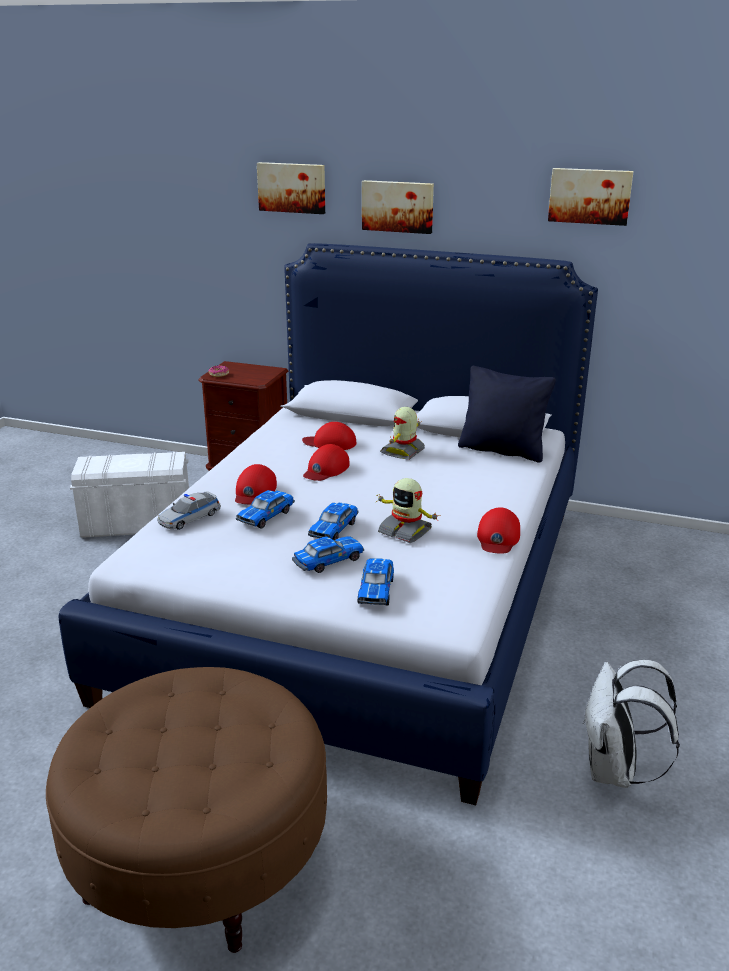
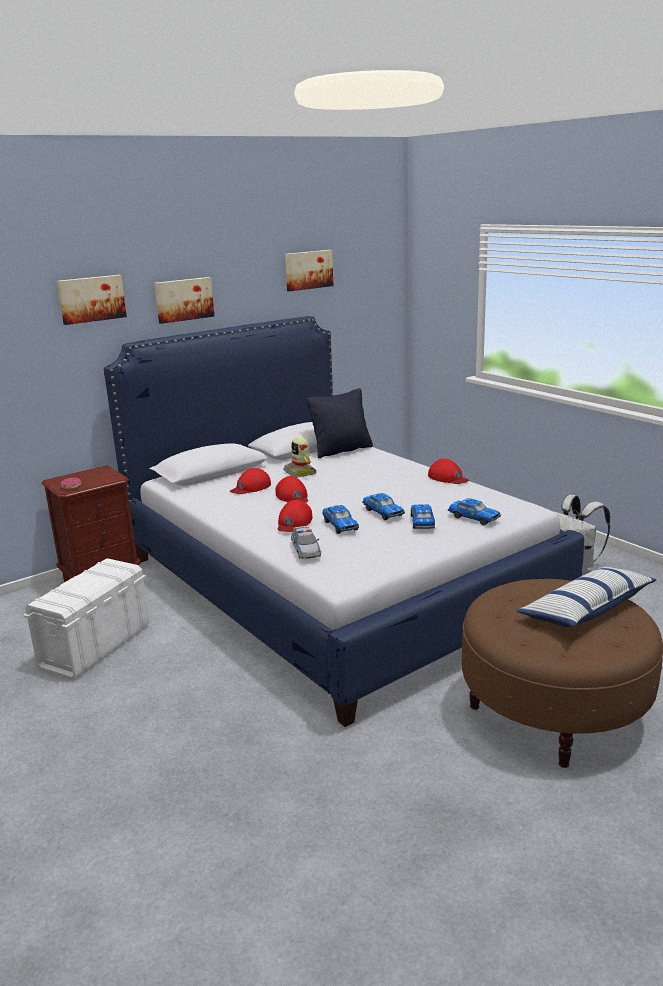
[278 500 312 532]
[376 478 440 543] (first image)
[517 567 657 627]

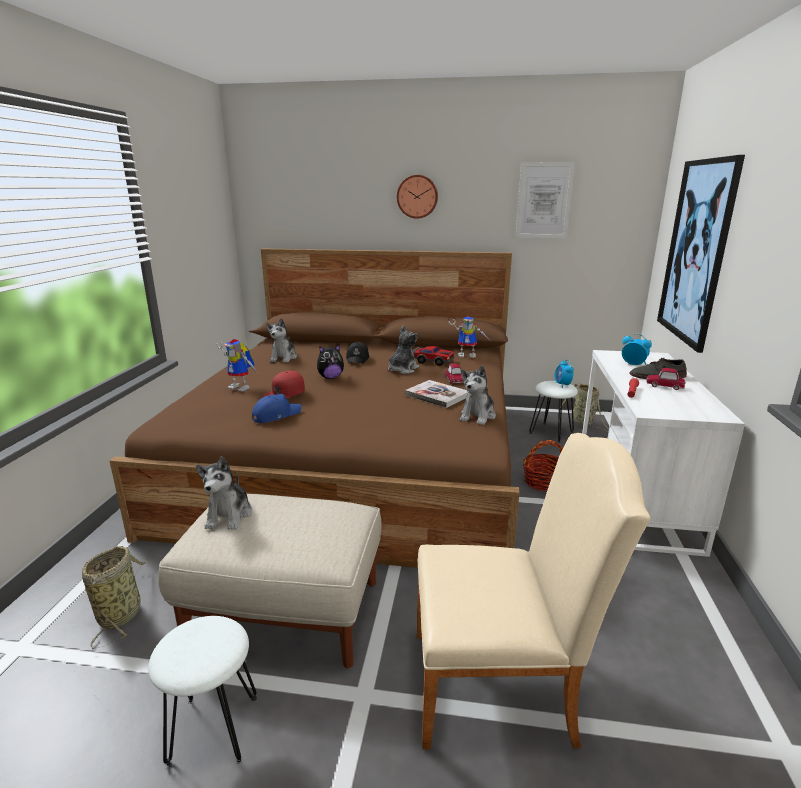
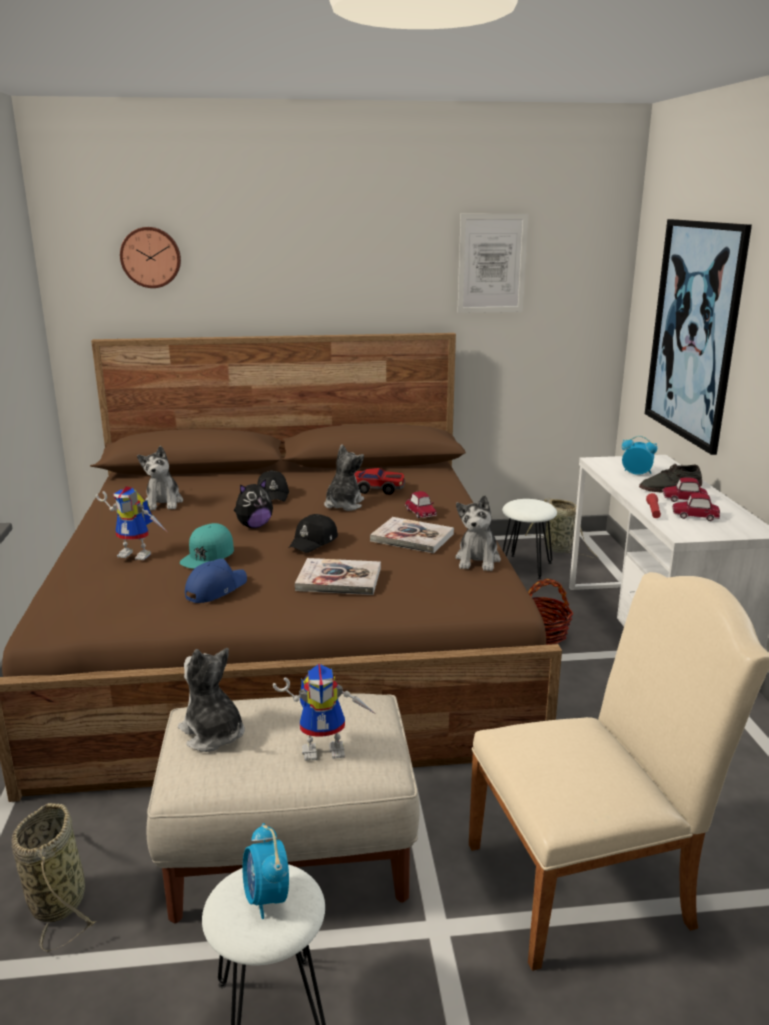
[178 648 245 752]
[180 523 234 569]
[120 227 181 288]
[273 664 376 761]
[243 823 289 919]
[289 514 338 553]
[295 558 381 595]
[672 493 720 521]

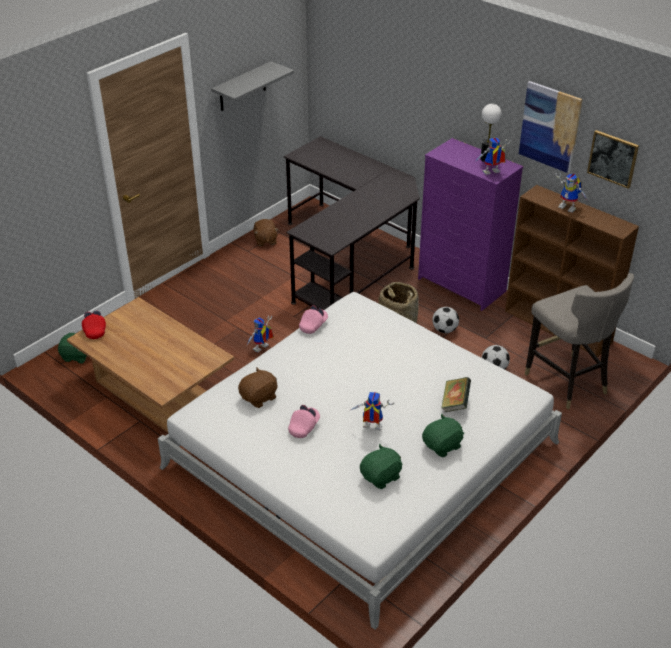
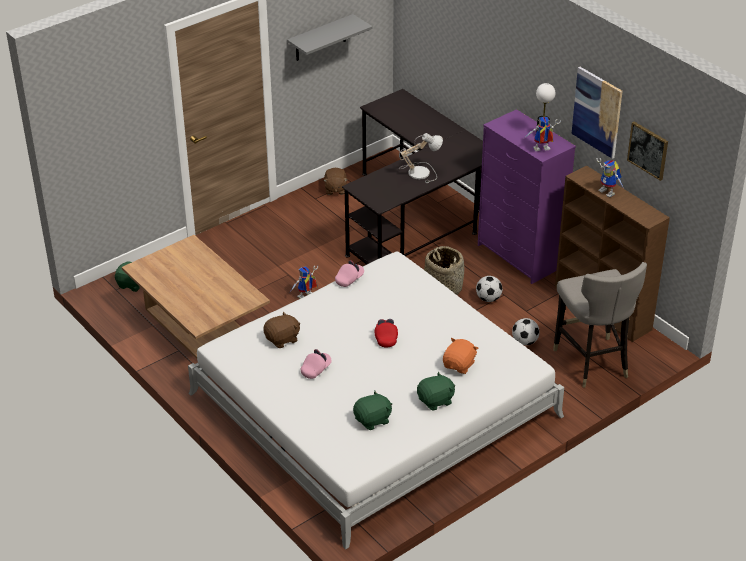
[375 319 398 348]
[351 392 394 430] (first image)
[443 338 478 374]
[399 133 443 183]

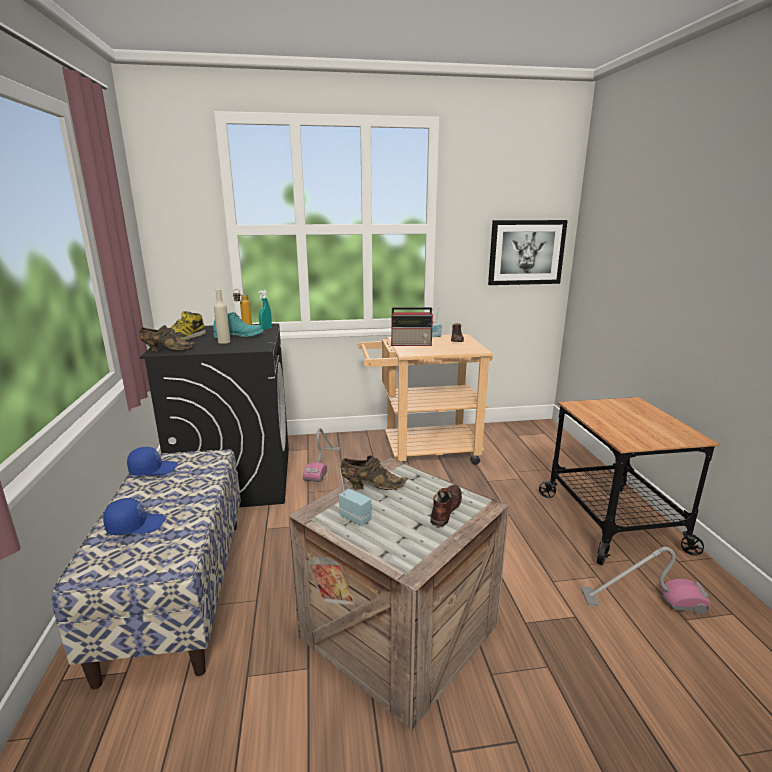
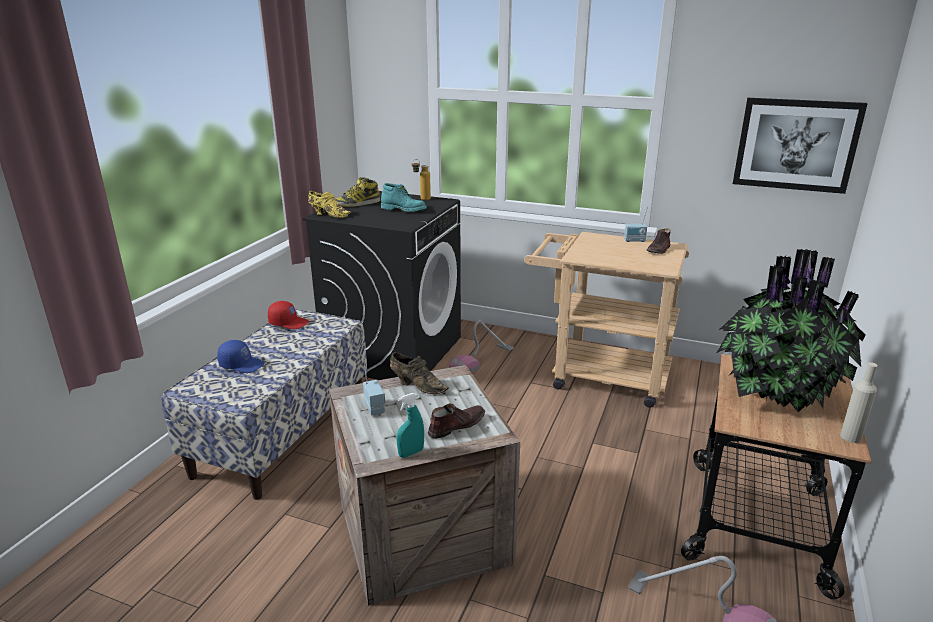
[268 301 309 329]
[308 191 351 218]
[840 362 878 443]
[397 393 424 458]
[391 307 434 346] (first image)
[717 249 866 413]

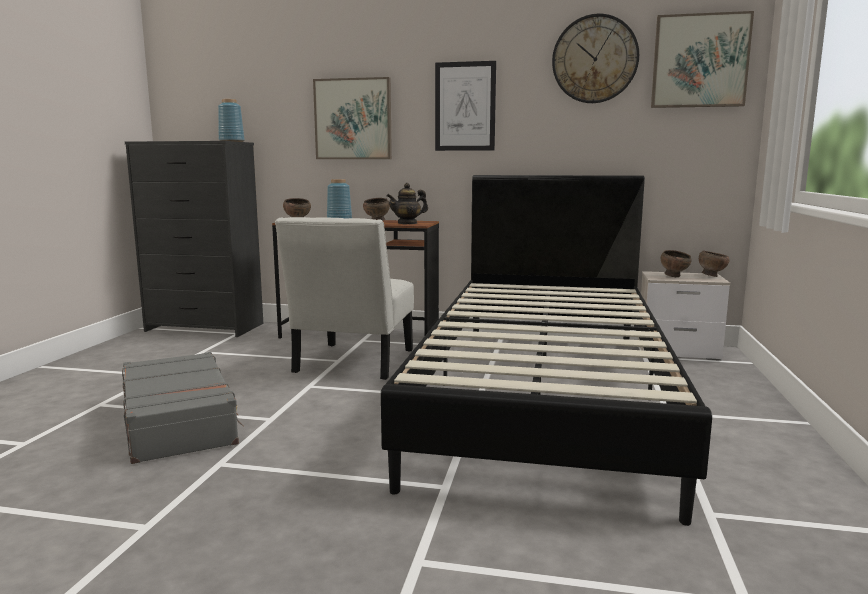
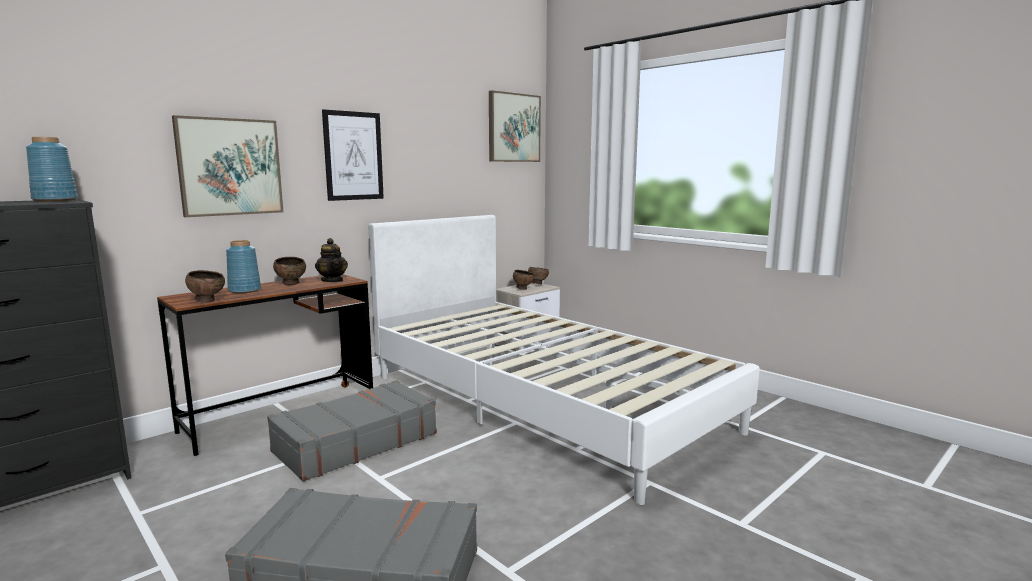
[267 380 437 482]
[368 215 760 505]
[315 238 348 282]
[552 14 639 103] (first image)

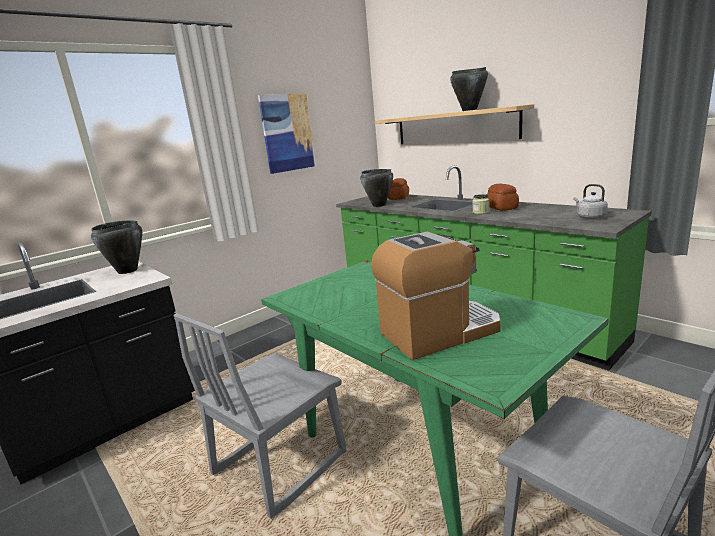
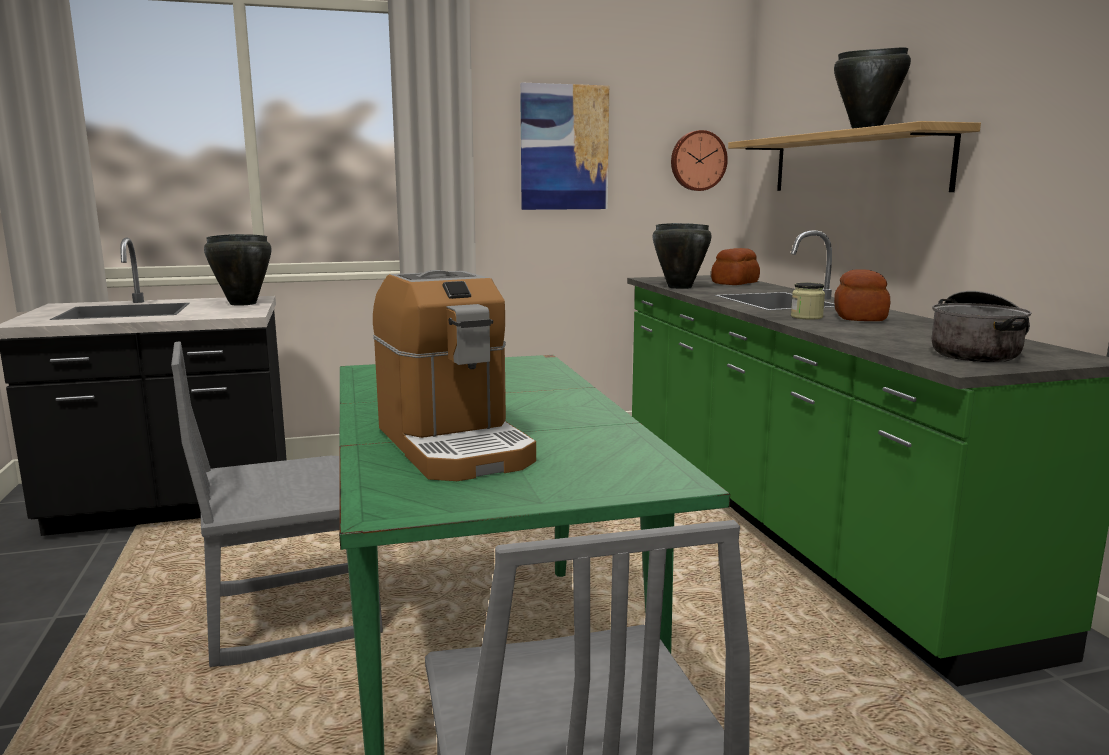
[373 270 536 481]
[932 291 1032 362]
[671 130 728 191]

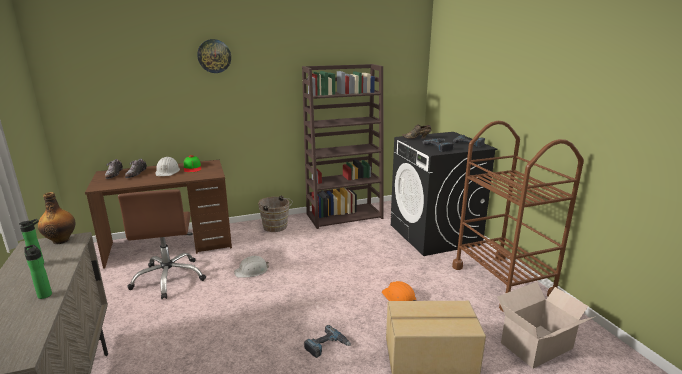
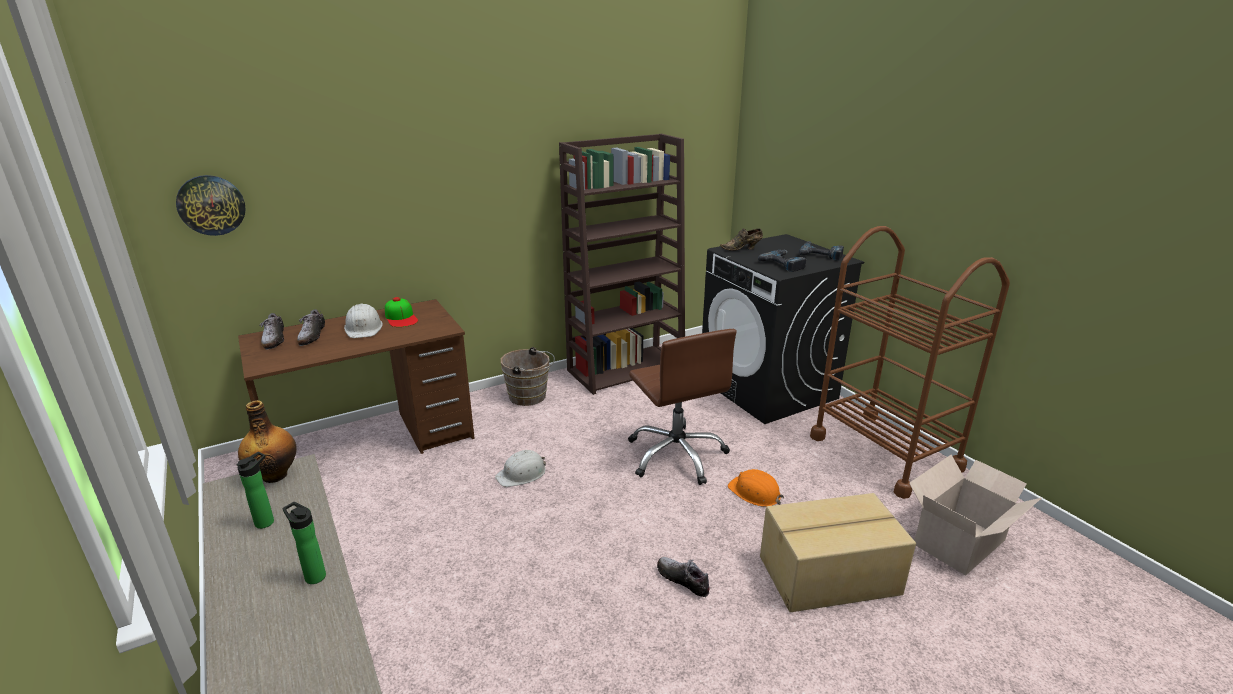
[628 329 737 485]
[176 175 246 236]
[657 557 709 598]

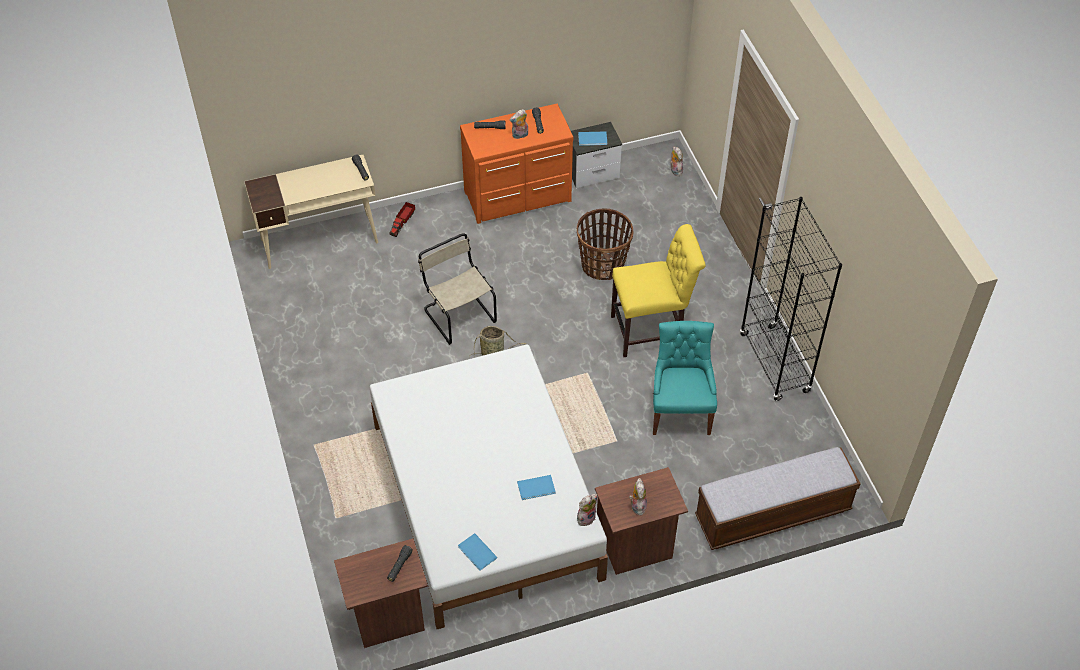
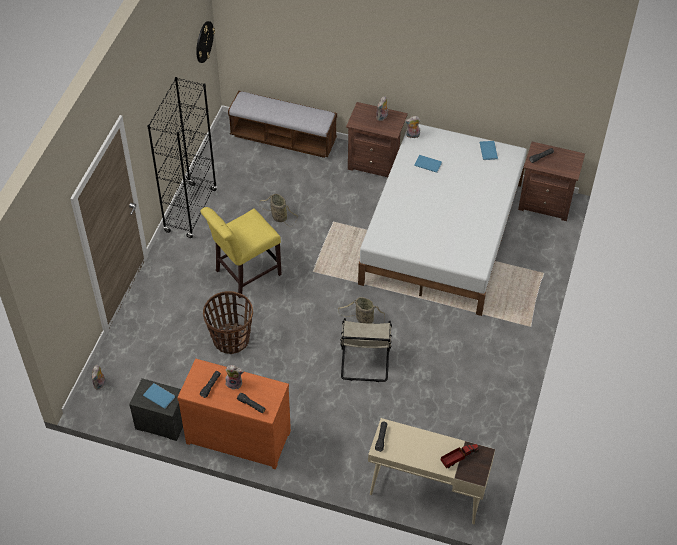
[441 443 479 468]
[200 207 282 298]
[259 194 298 226]
[196 21 215 63]

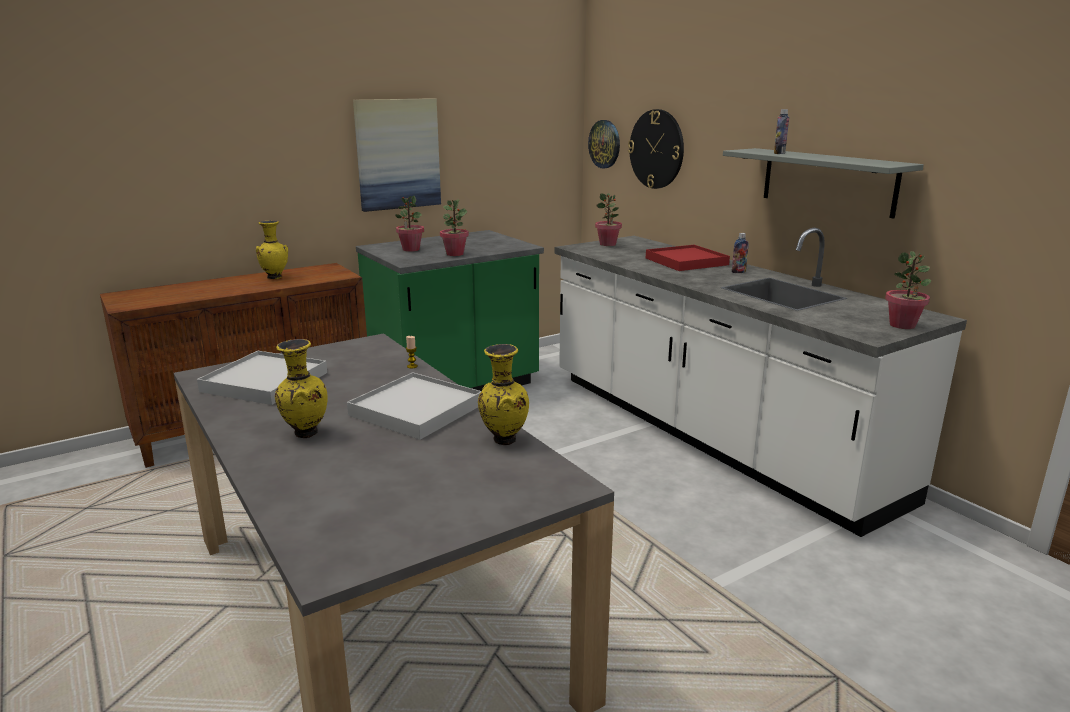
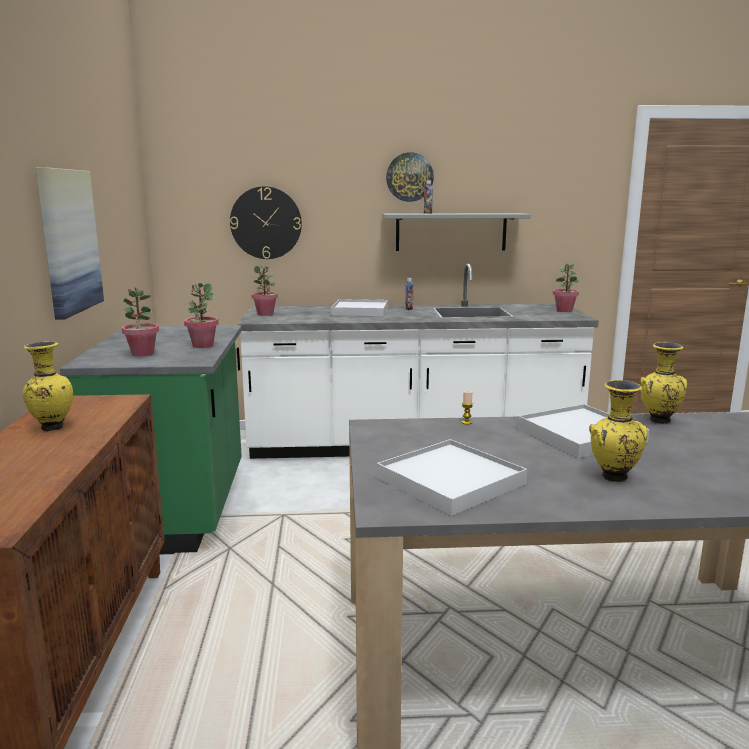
[386 152 434 202]
[331 299 388 316]

